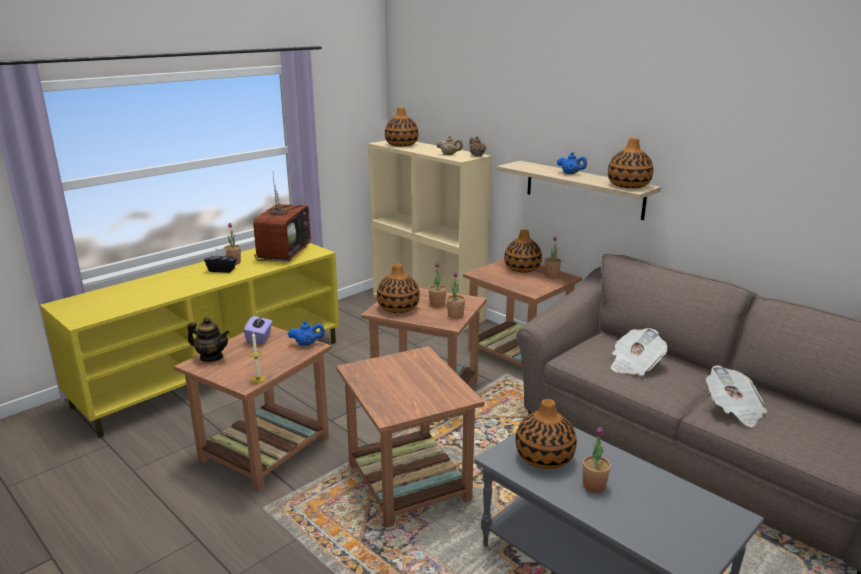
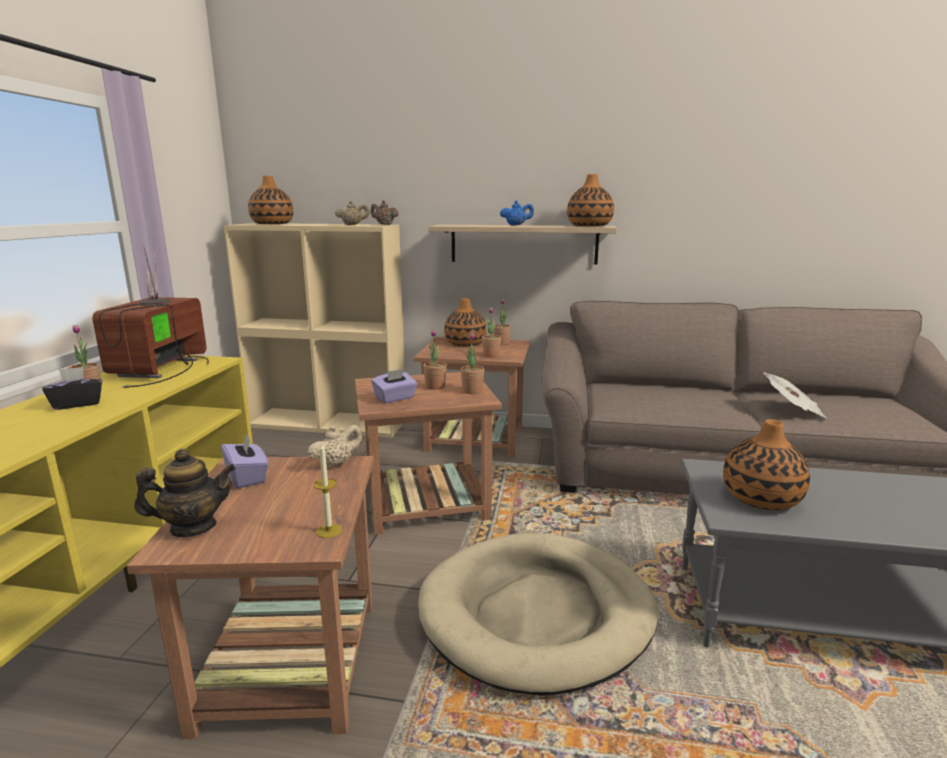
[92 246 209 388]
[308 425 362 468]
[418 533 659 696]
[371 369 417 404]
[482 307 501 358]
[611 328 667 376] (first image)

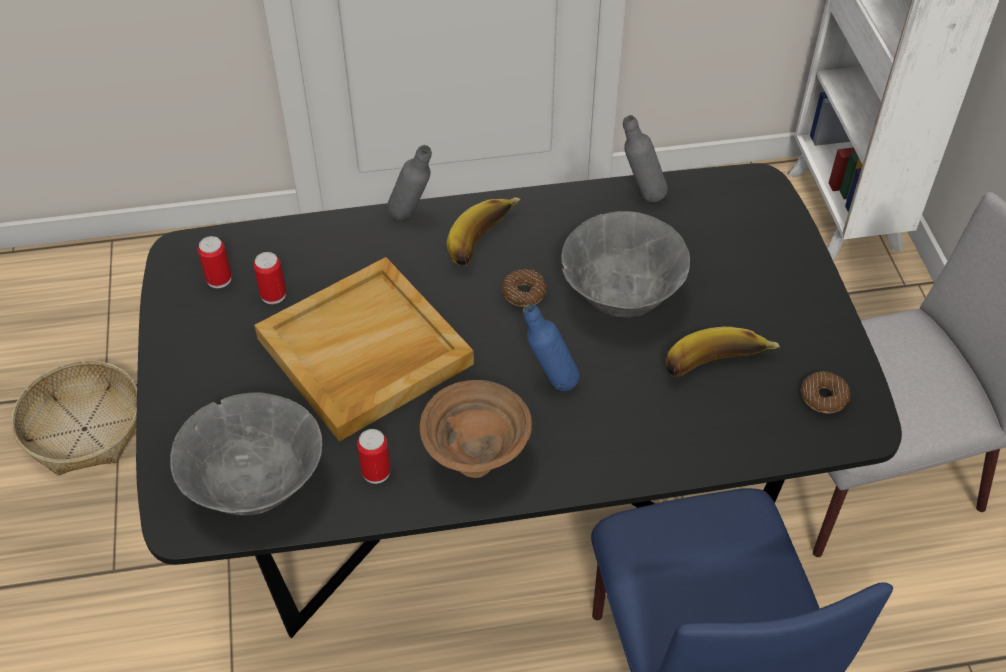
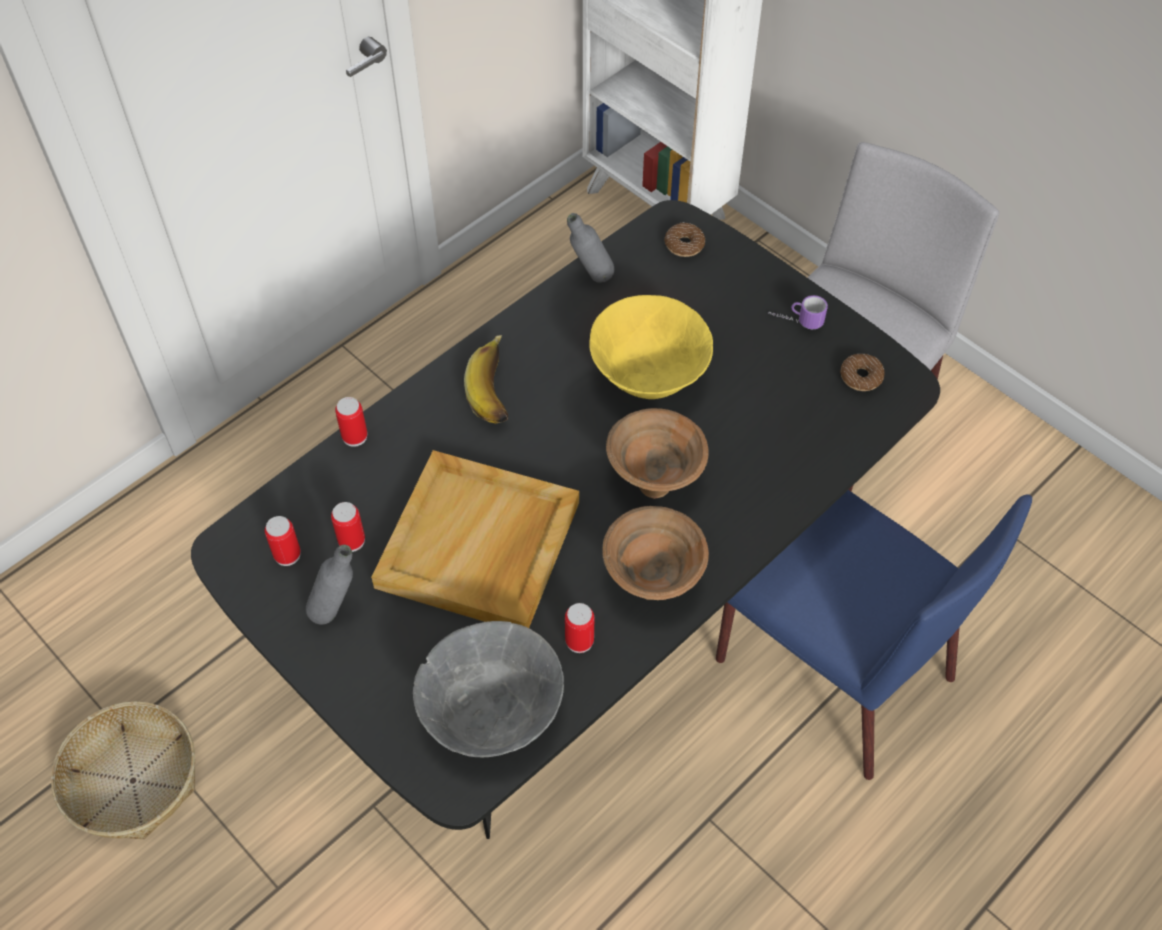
[306 545 353 625]
[664 223 705 257]
[606 408 709 499]
[589 295 713 399]
[666 327 780 378] (first image)
[335 397 367 447]
[768 295 828 329]

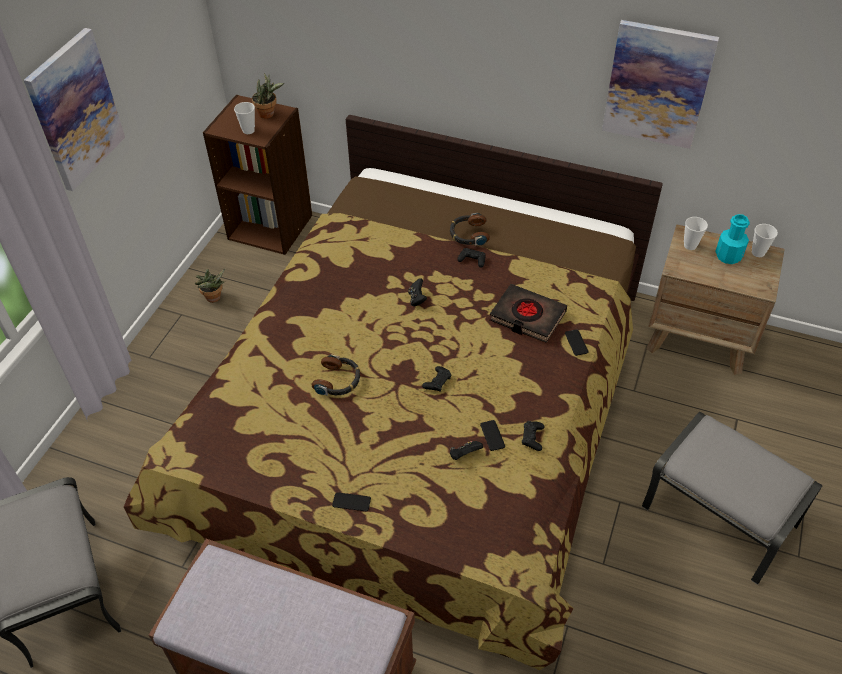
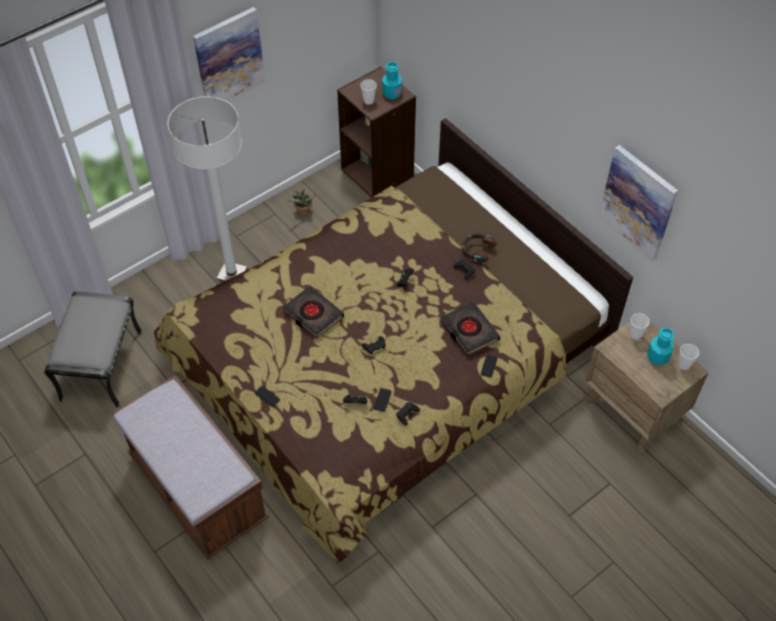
[382 62 402 99]
[283 286 344 339]
[642 412 823 585] (first image)
[167 96 247 282]

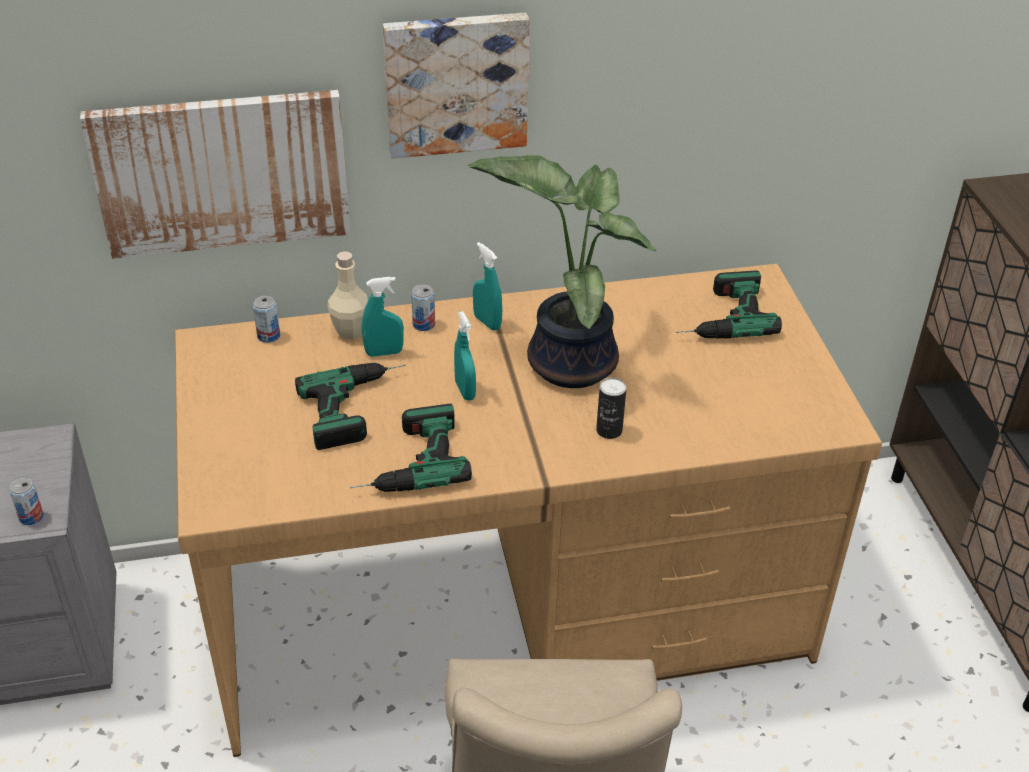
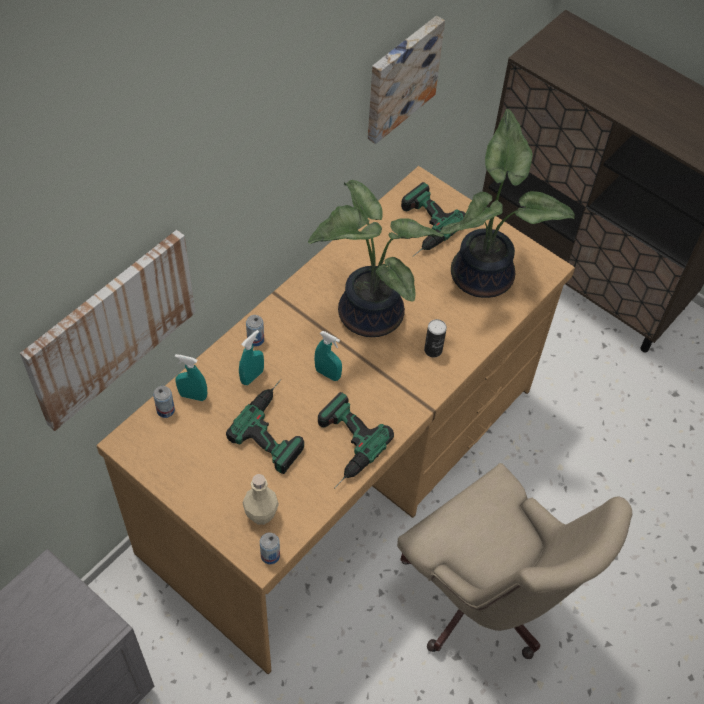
[260 533 280 565]
[243 474 279 525]
[368 15 445 144]
[175 354 207 401]
[440 109 575 298]

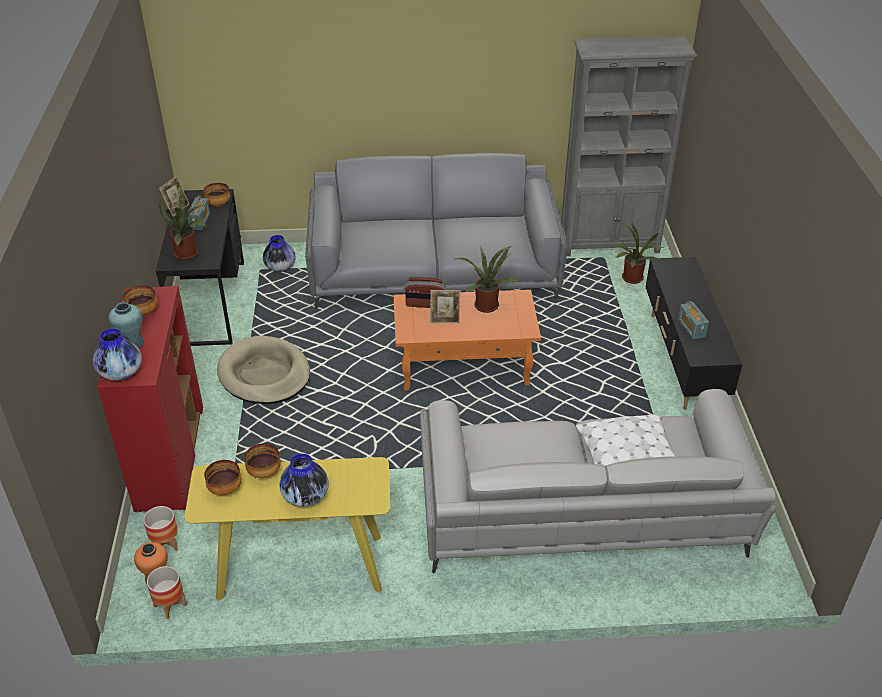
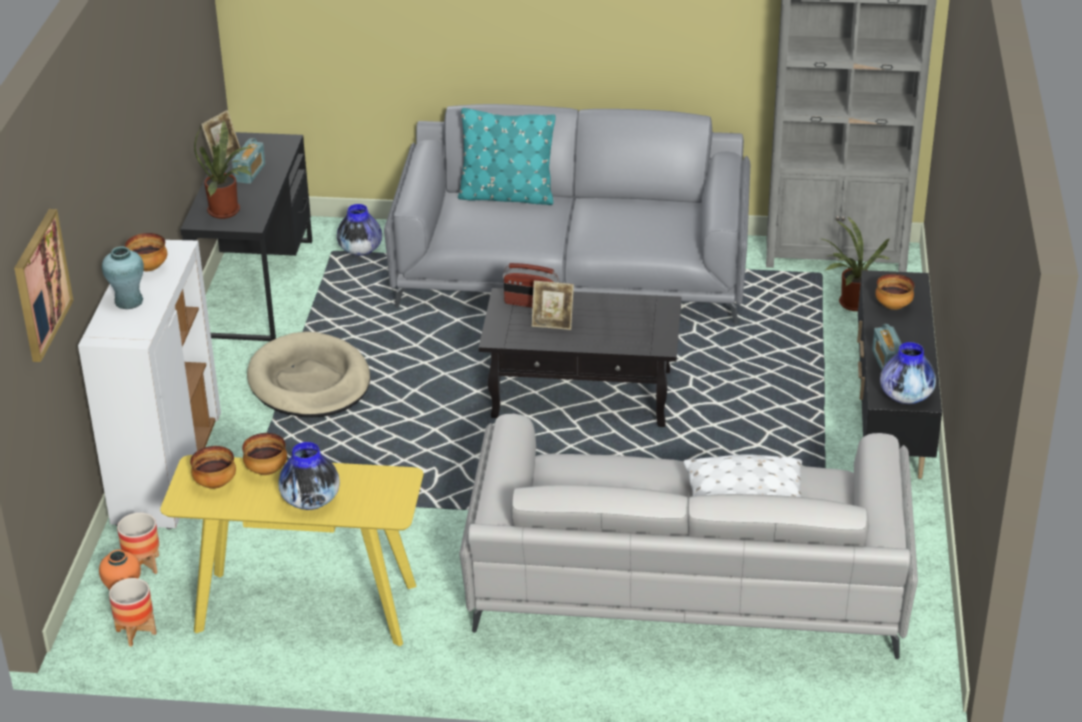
[880 342 936 404]
[78 240 221 529]
[875 274 915 310]
[479 288 682 427]
[454 246 518 313] (first image)
[14 209 73 362]
[458 108 556 205]

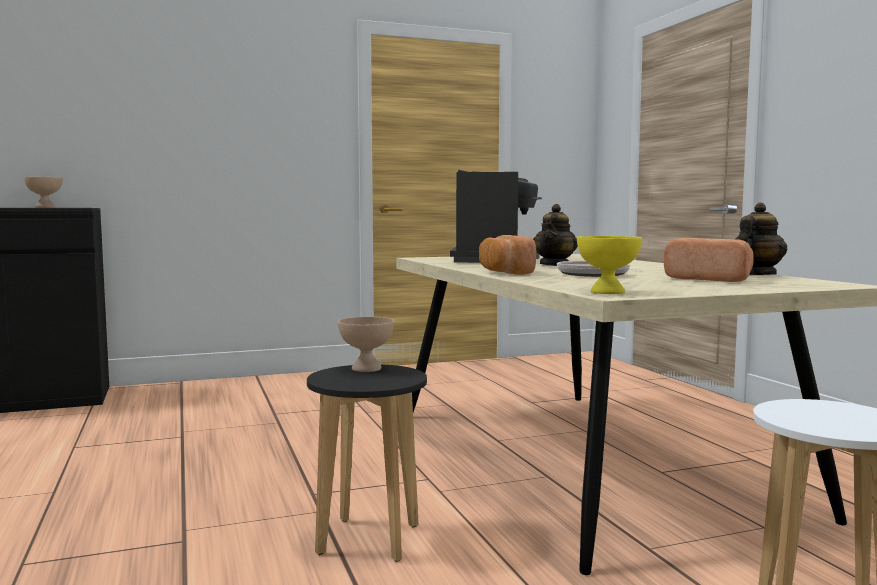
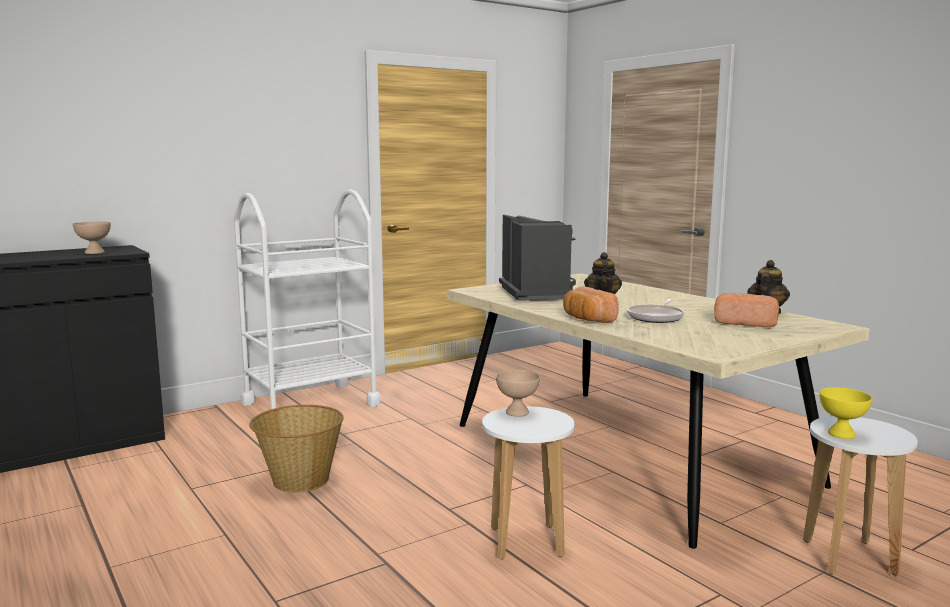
[482 406 575 560]
[819 387 873 439]
[234 189 381 409]
[249 405 344 493]

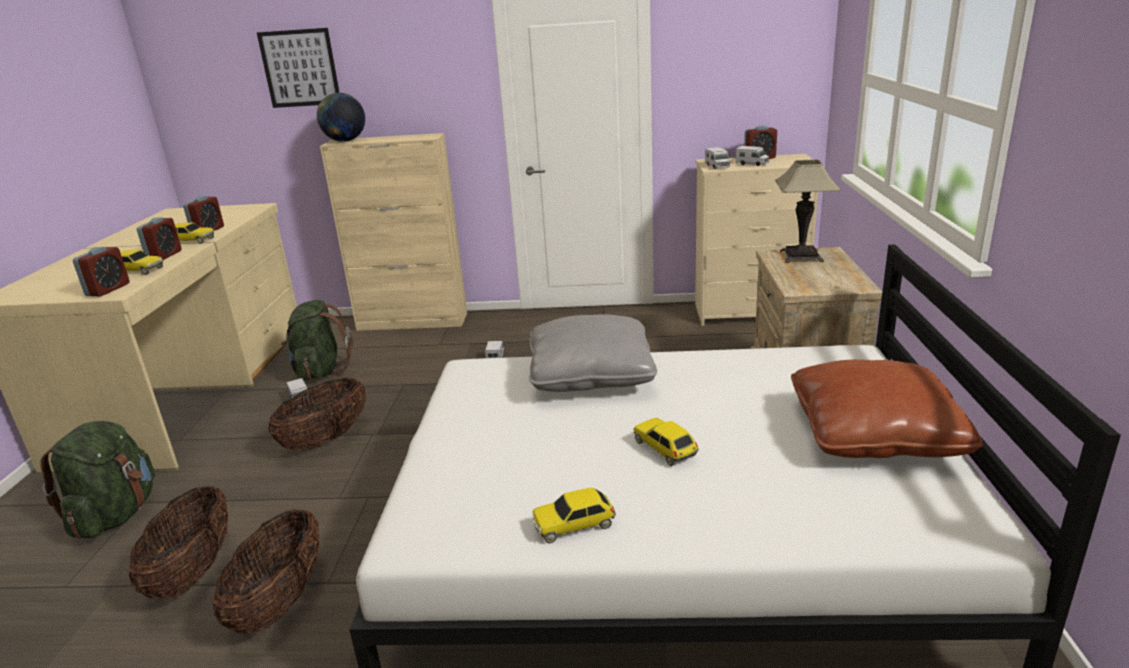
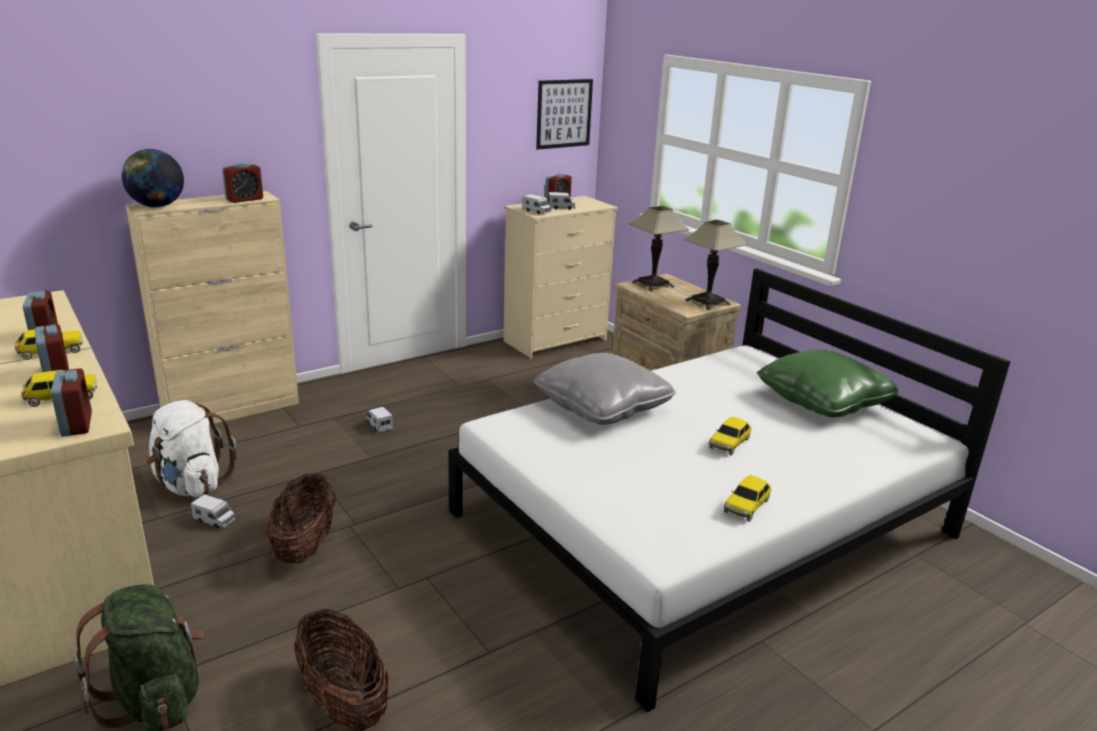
[213 509 319 634] (first image)
[536 79 593 150]
[146 400 237 497]
[709 417 751 455]
[757 349 899 417]
[222 162 263 203]
[684 220 748 310]

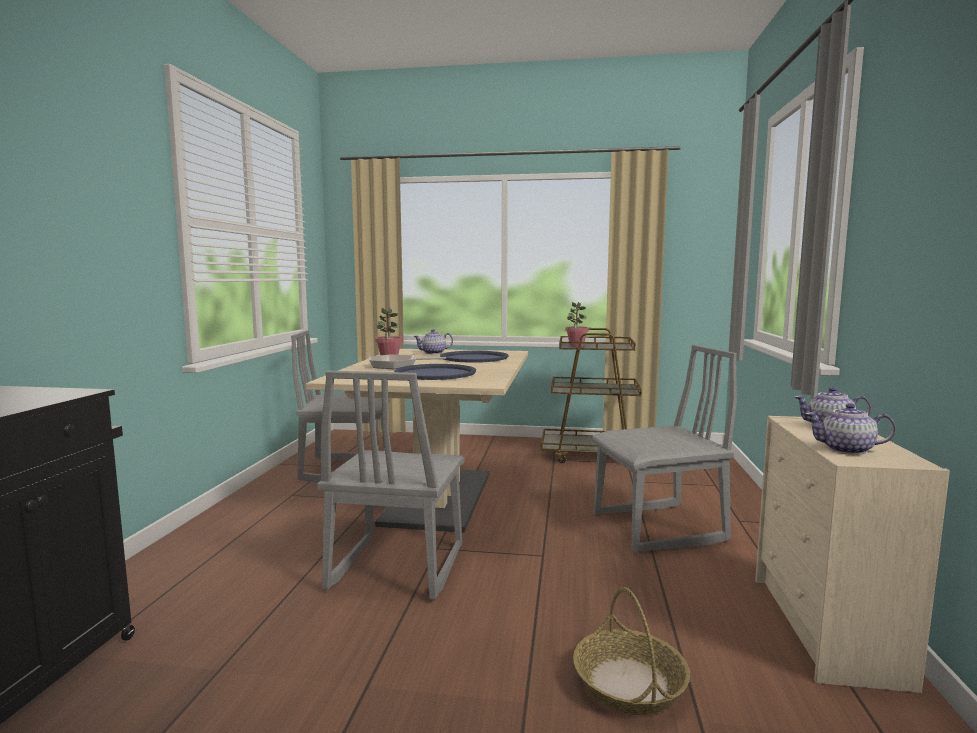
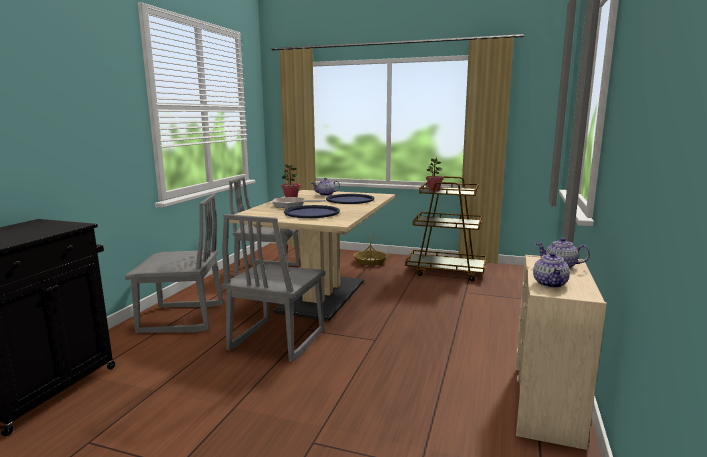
[353 233 388 266]
[125 194 224 333]
[533 252 570 288]

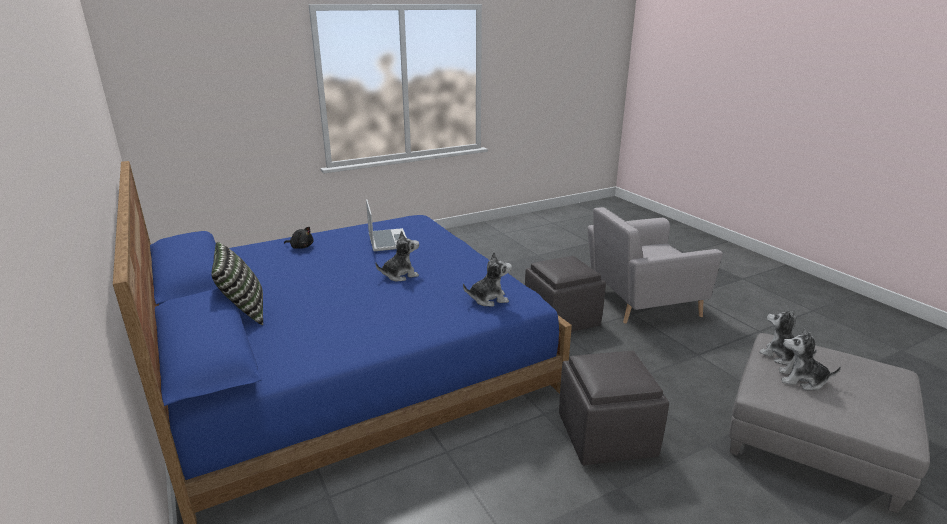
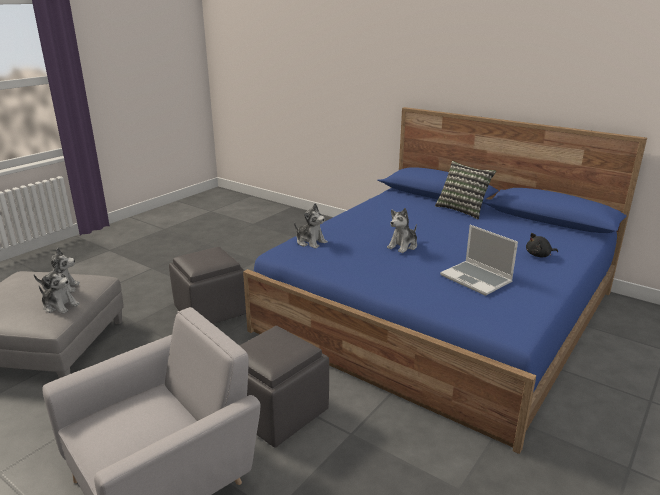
[294 203 328 248]

